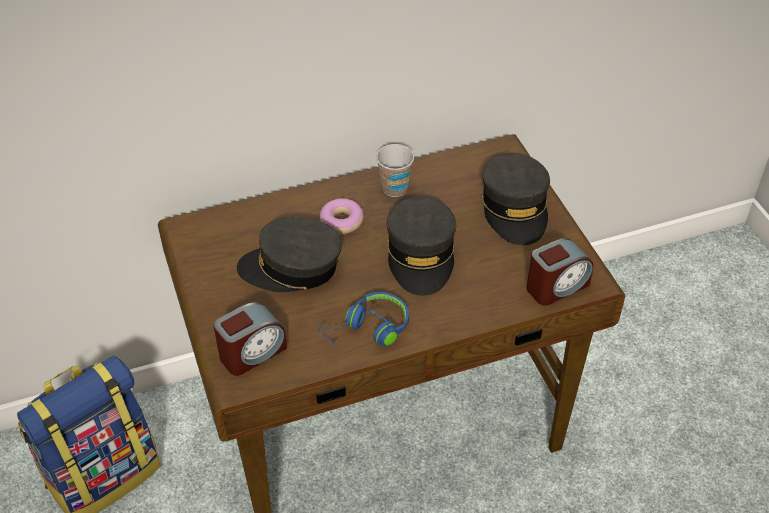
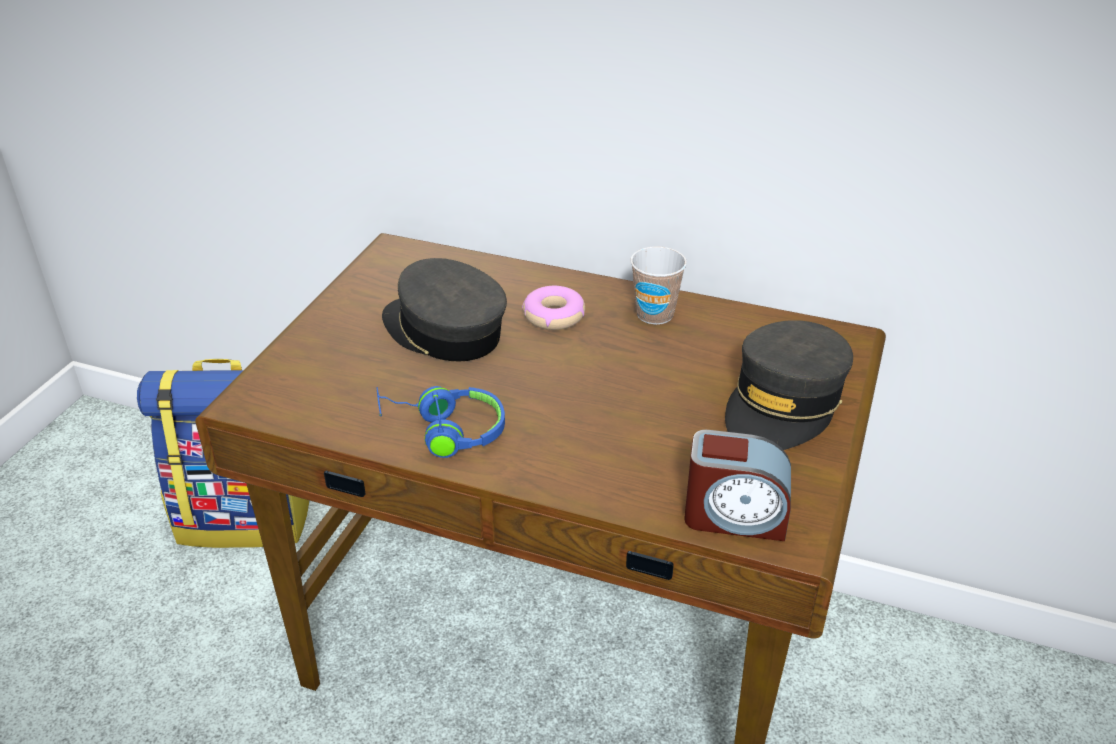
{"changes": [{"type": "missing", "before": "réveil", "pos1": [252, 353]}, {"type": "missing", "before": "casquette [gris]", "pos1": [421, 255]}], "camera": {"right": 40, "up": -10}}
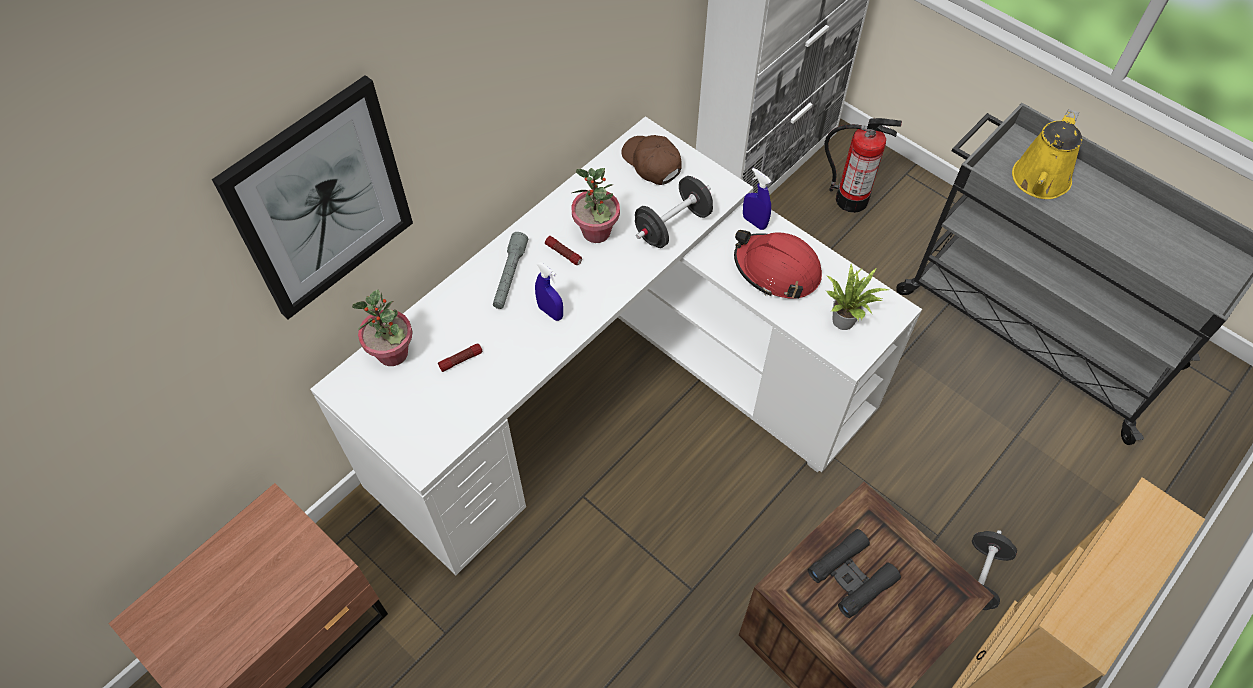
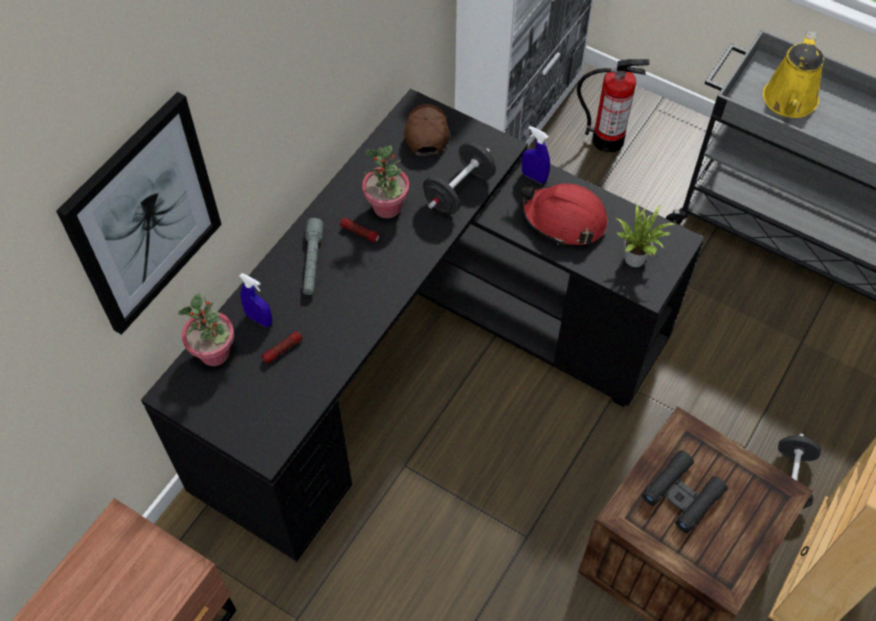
{"changes": [{"type": "colour", "before": "bureau [blanc]", "after": "bureau [noir]", "pos1": [617, 393], "pos2": [418, 361]}, {"type": "relocated", "before": "vaporisateur [bleu]", "pos1": [550, 312], "pos2": [259, 319]}, {"type": "spun", "before": "casquette [marron]", "pos1": [651, 163], "pos2": [426, 133], "turn": 45}], "camera": {"right": -10, "up": 0}}
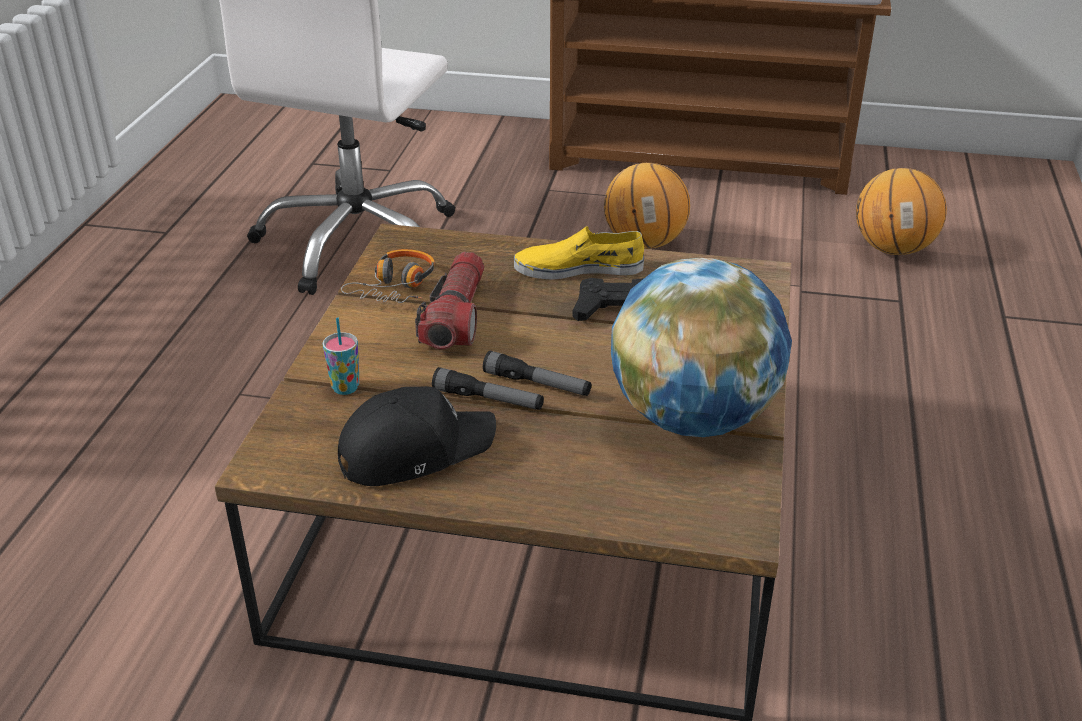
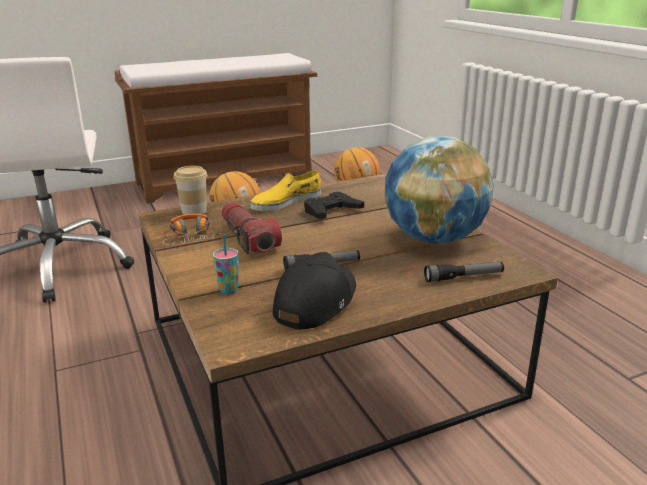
{"changes": [{"type": "appeared", "after": "tasse", "pos2": [194, 211]}, {"type": "relocated", "before": "lampe de poche", "pos1": [537, 384], "pos2": [463, 277]}], "camera": {"right": -35, "up": -10}}
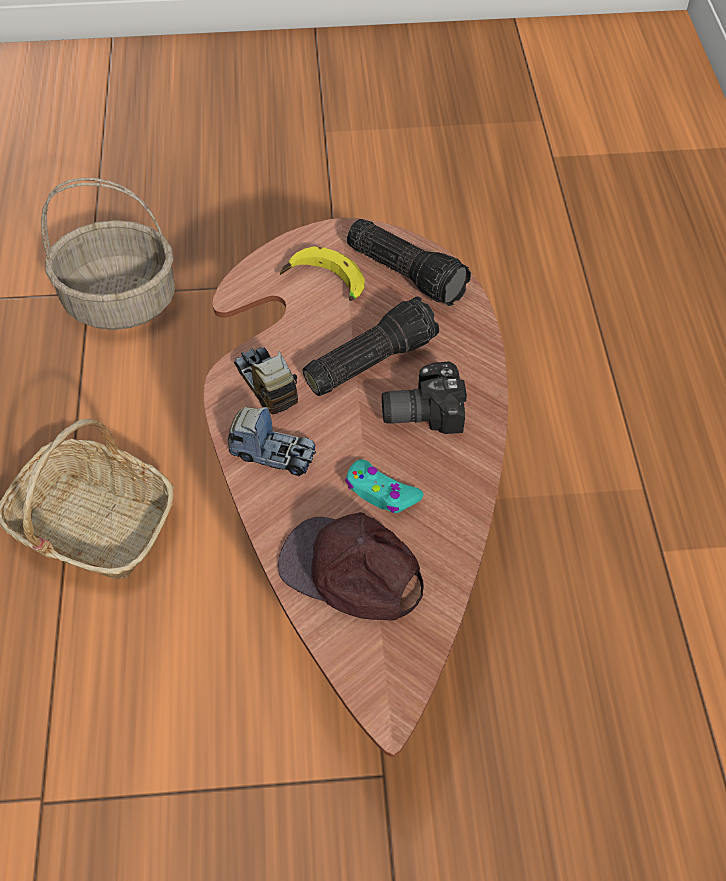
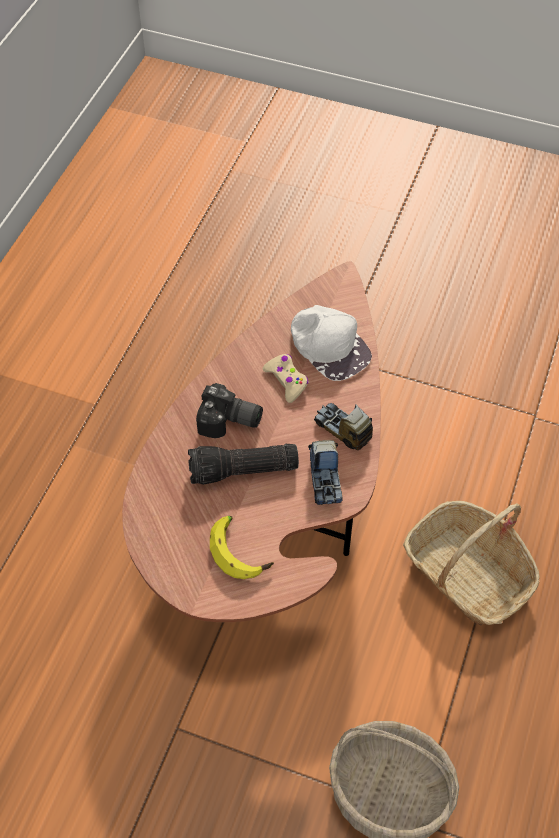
{"changes": [{"type": "colour", "before": "manette [turquoise]", "after": "manette [beige]", "pos1": [381, 493], "pos2": [286, 381]}, {"type": "colour", "before": "casquette [marron]", "after": "casquette [blanc]", "pos1": [351, 572], "pos2": [329, 345]}, {"type": "missing", "before": "lampe de poche", "pos1": [408, 272]}], "camera": {"right": -155, "up": 0}}
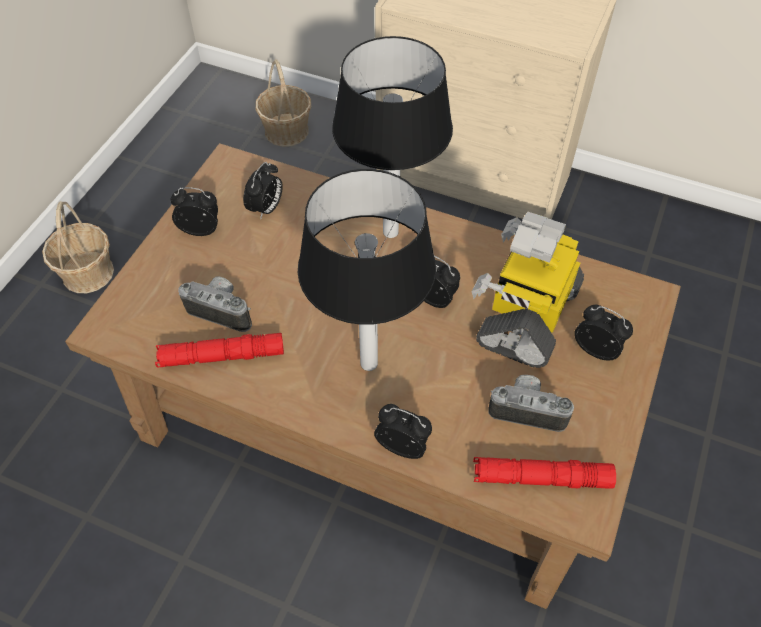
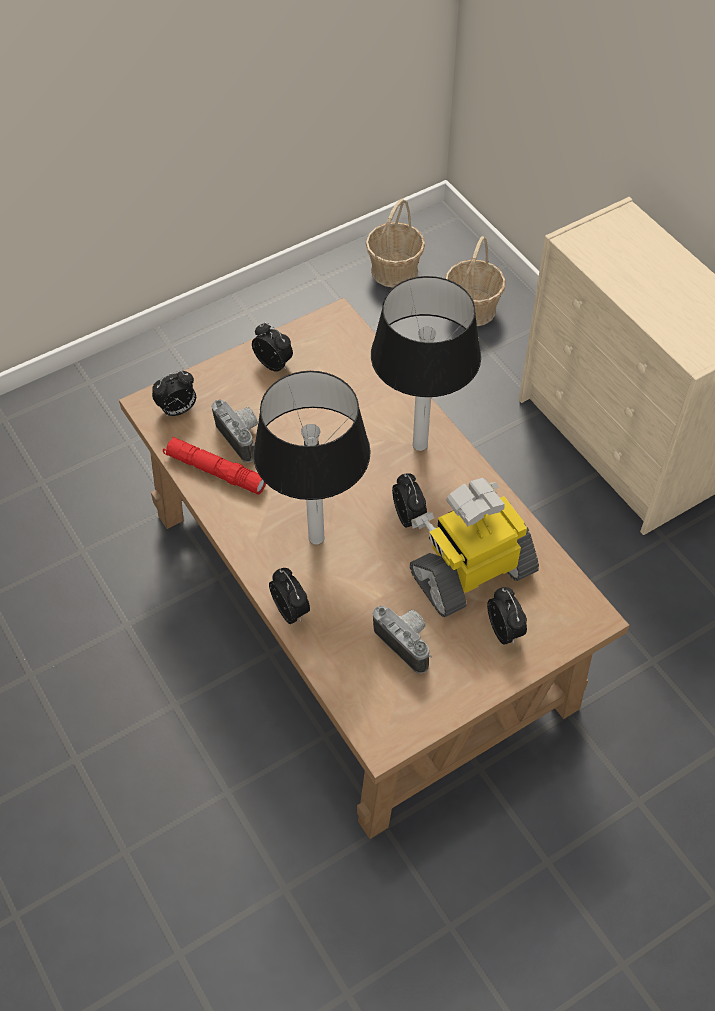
{"changes": [{"type": "relocated", "before": "réveil", "pos1": [266, 209], "pos2": [178, 410]}, {"type": "relocated", "before": "panier", "pos1": [88, 272], "pos2": [395, 270]}, {"type": "missing", "before": "lampe de poche [rouge]", "pos1": [541, 478]}], "camera": {"right": 35, "up": 0}}
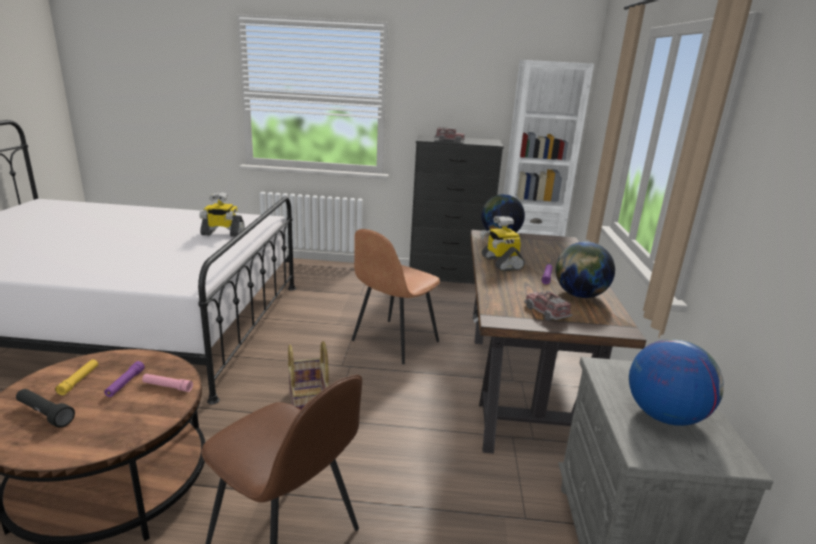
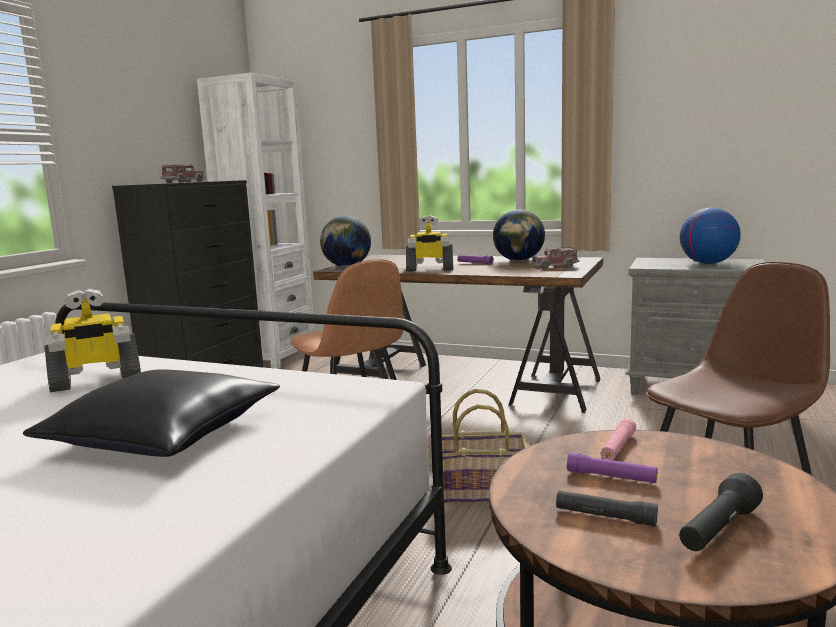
{"changes": [{"type": "appeared", "after": "coussin [noir]", "pos2": [161, 433]}, {"type": "spun", "before": "robot jouet", "pos1": [222, 233], "pos2": [96, 381], "turn": 45}, {"type": "colour", "before": "lampe de poche [jaune]", "after": "lampe de poche [noir]", "pos1": [79, 380], "pos2": [605, 516]}], "camera": {"right": -70, "up": -10}}
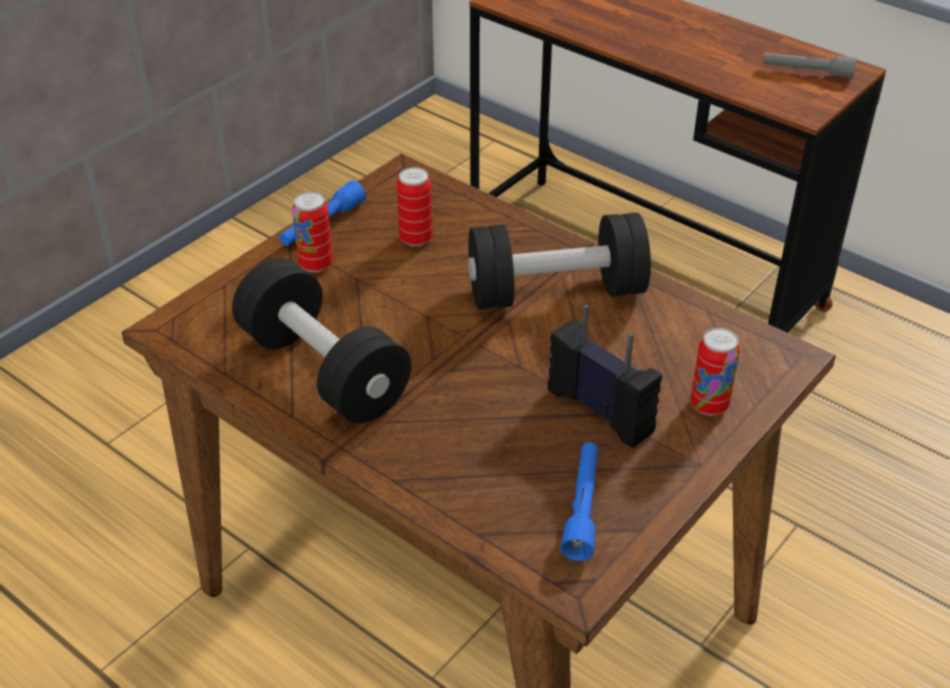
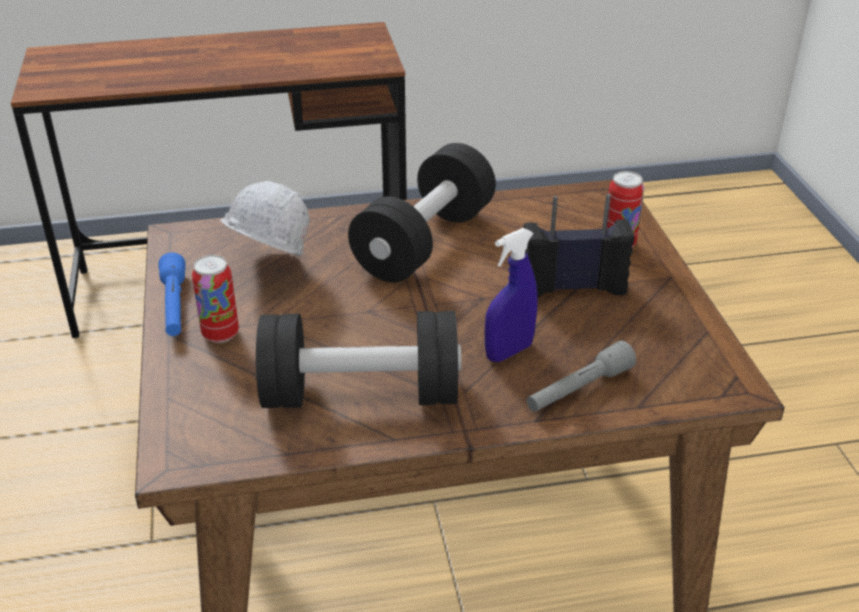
{"changes": [{"type": "exchanged", "before": "boîte métallique", "after": "casque de chantier [blanc]", "pos1": [416, 239], "pos2": [268, 270]}, {"type": "appeared", "after": "vaporisateur [bleu]", "pos2": [509, 352]}, {"type": "relocated", "before": "lampe de poche [gris]", "pos1": [807, 72], "pos2": [578, 390]}, {"type": "missing", "before": "lampe de poche [bleu]", "pos1": [582, 507]}], "camera": {"right": -50, "up": -5}}
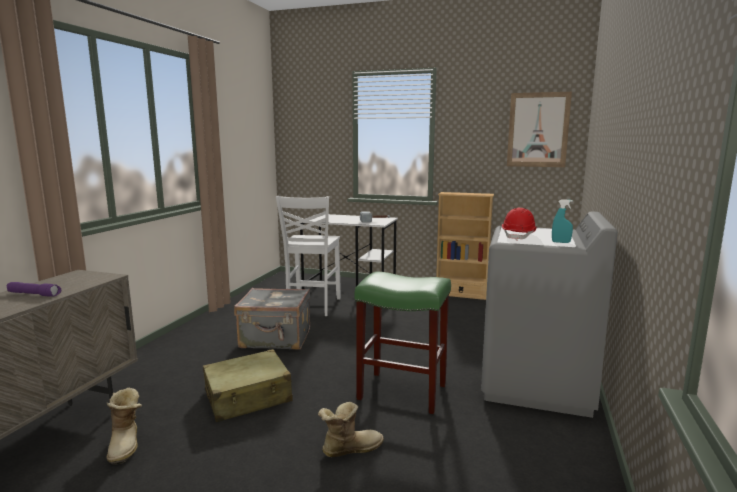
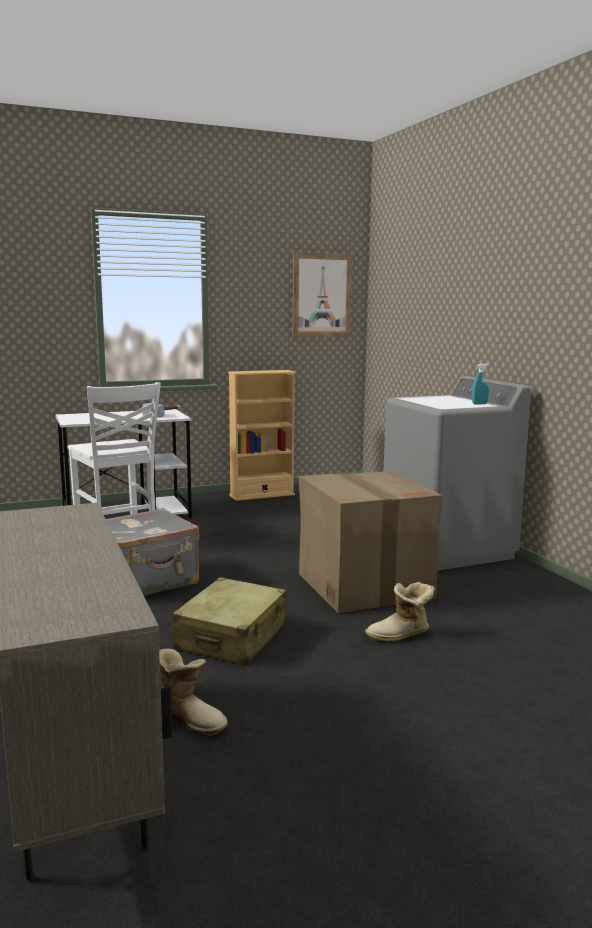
{"changes": [{"type": "exchanged", "before": "tabouret [vert]", "after": "carton", "pos1": [403, 392], "pos2": [364, 585]}, {"type": "spun", "before": "botte", "pos1": [350, 448], "pos2": [400, 636], "turn": -135}, {"type": "missing", "before": "lampe de poche [violet]", "pos1": [35, 294]}, {"type": "missing", "before": "casque de chantier [rouge]", "pos1": [519, 236]}], "camera": {"right": -40, "up": 0}}
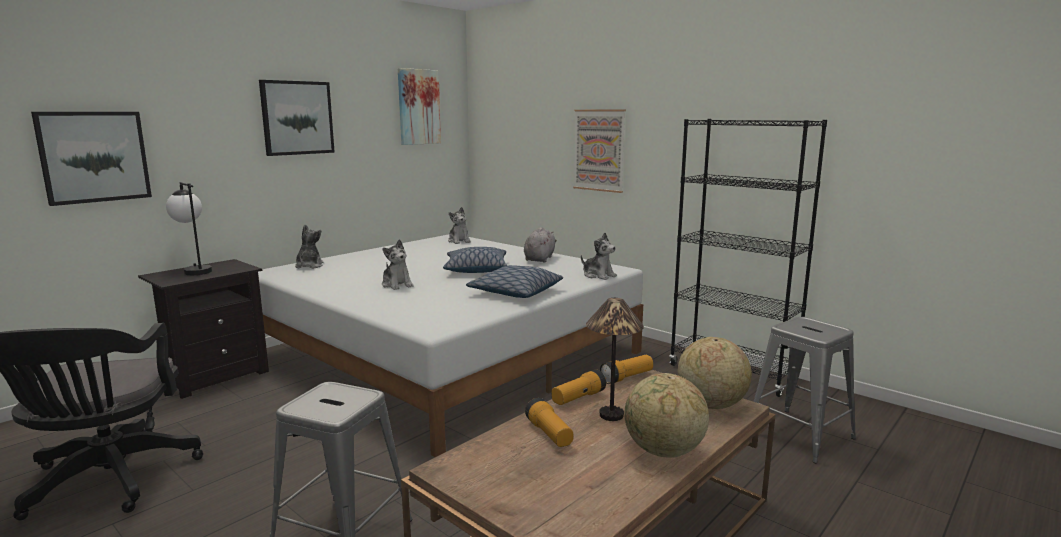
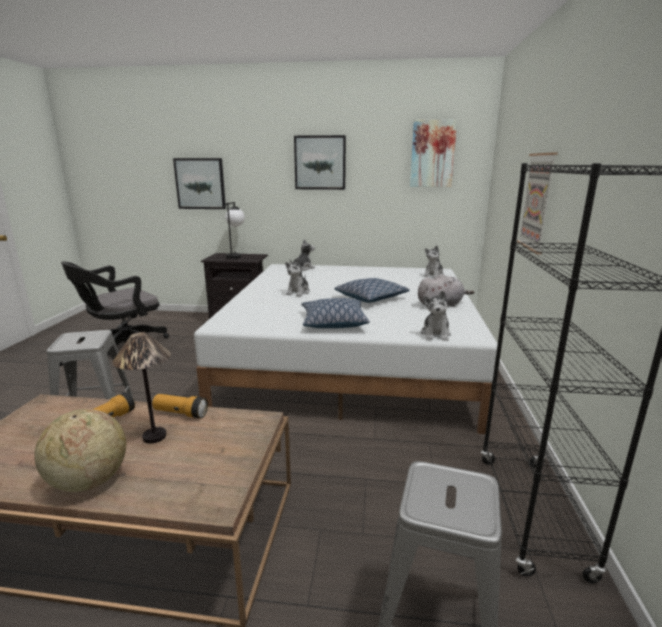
{"changes": [{"type": "missing", "before": "lampe de poche", "pos1": [627, 377]}, {"type": "missing", "before": "globe", "pos1": [711, 404]}], "camera": {"right": 55, "up": 5}}
